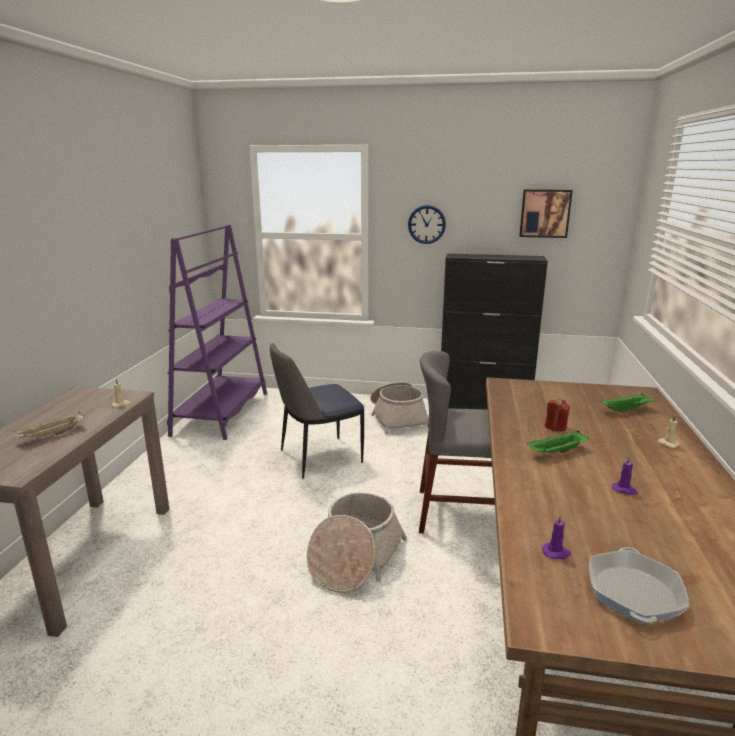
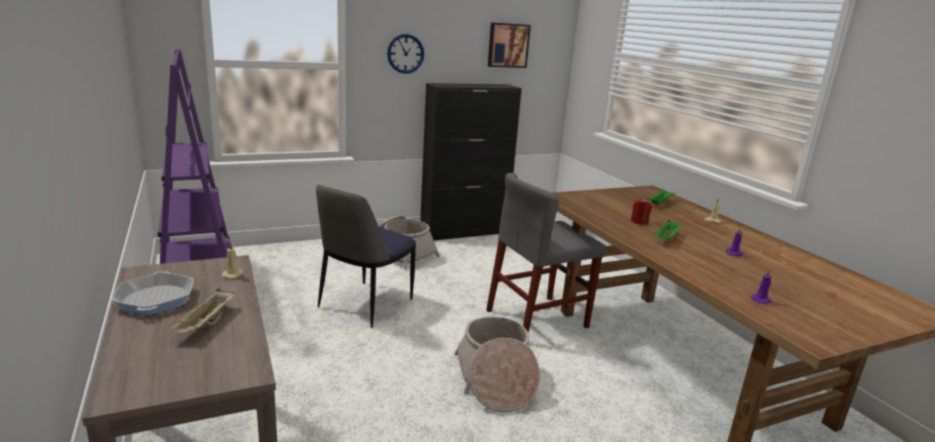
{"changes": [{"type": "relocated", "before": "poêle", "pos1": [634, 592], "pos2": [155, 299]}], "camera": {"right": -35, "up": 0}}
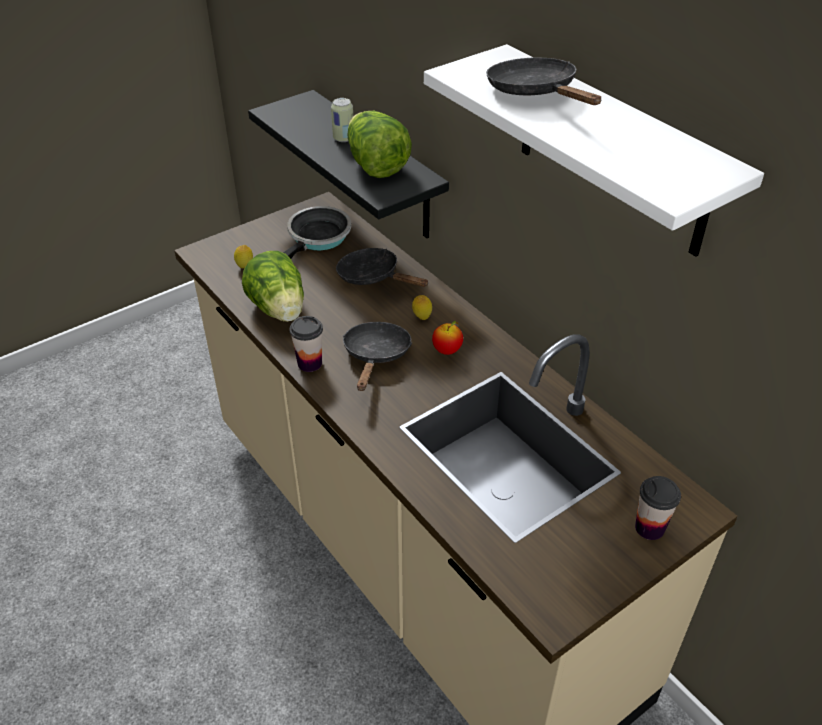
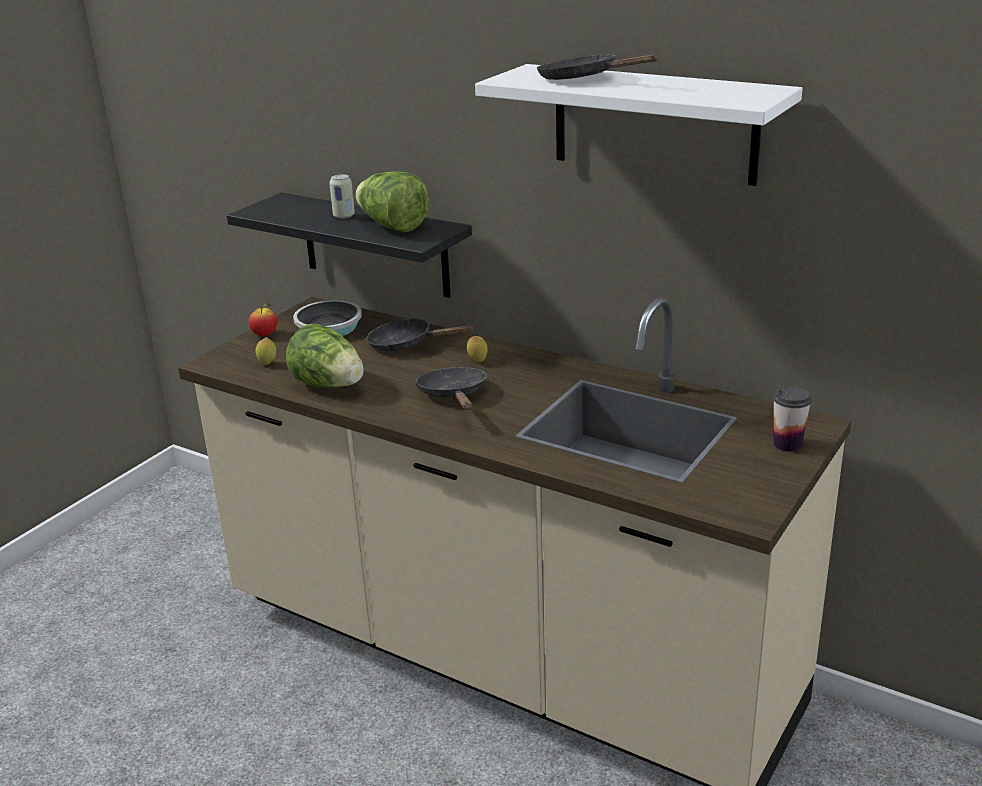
{"changes": [{"type": "relocated", "before": "pomme", "pos1": [447, 350], "pos2": [265, 335]}, {"type": "missing", "before": "tasse", "pos1": [309, 363]}], "camera": {"right": -20, "up": -15}}
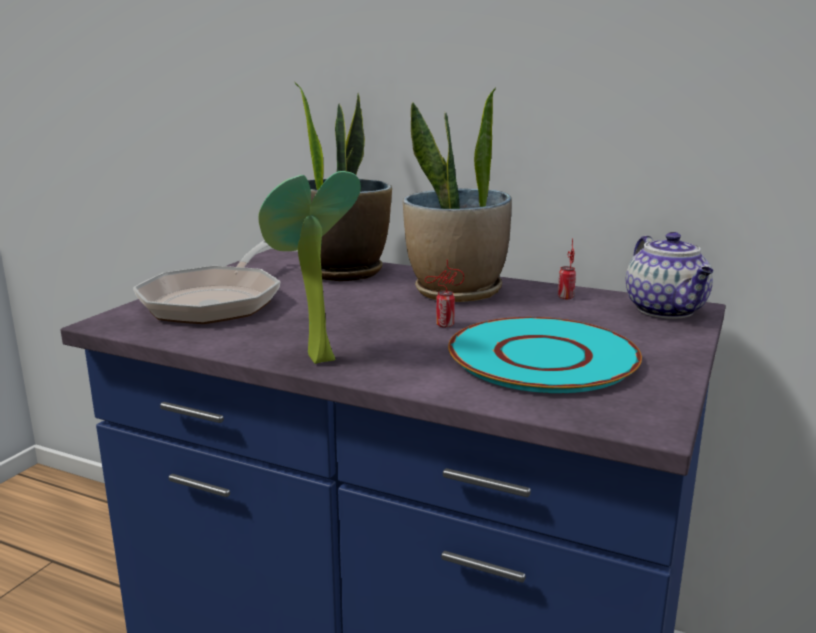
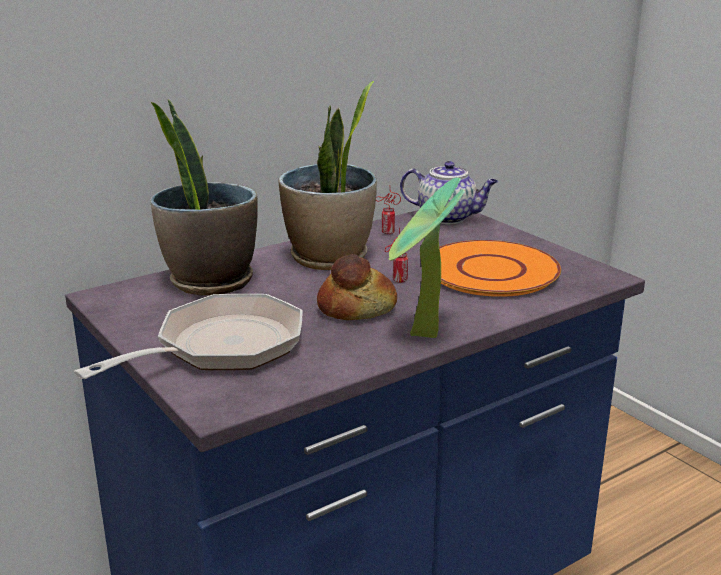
{"changes": [{"type": "spun", "before": "poêle", "pos1": [216, 301], "pos2": [221, 348], "turn": -90}, {"type": "appeared", "after": "pain", "pos2": [357, 308]}, {"type": "colour", "before": "assiette [turquoise]", "after": "assiette [orange]", "pos1": [544, 357], "pos2": [491, 270]}], "camera": {"right": -60, "up": 5}}
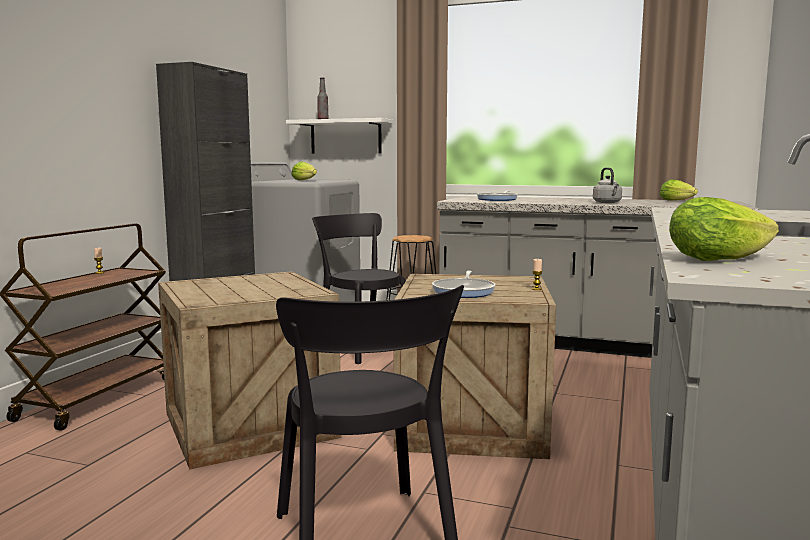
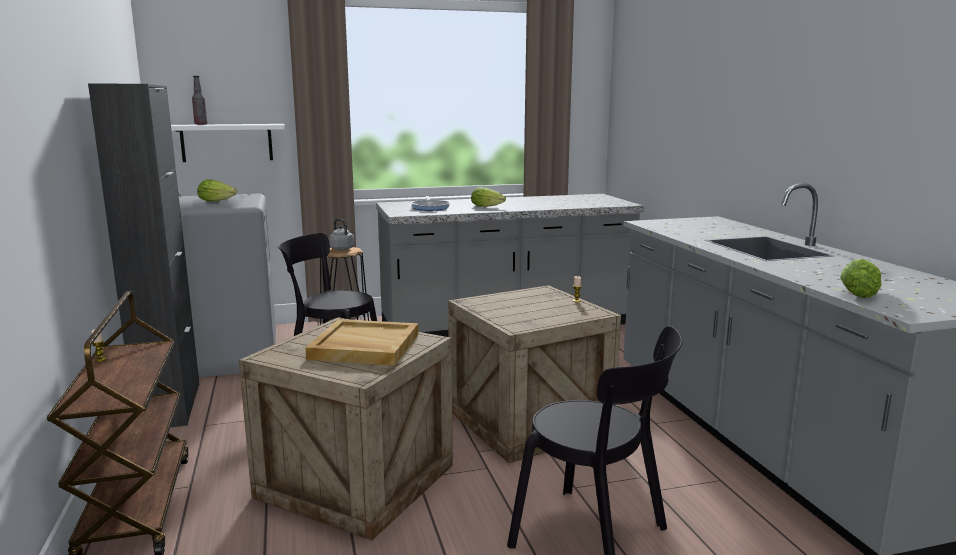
{"changes": [{"type": "appeared", "after": "plateau [beige]", "pos2": [364, 346]}, {"type": "relocated", "before": "bouilloire [gris]", "pos1": [607, 202], "pos2": [343, 249]}, {"type": "relocated", "before": "laitue", "pos1": [678, 200], "pos2": [488, 206]}, {"type": "missing", "before": "poêle", "pos1": [464, 291]}], "camera": {"right": -35, "up": 5}}
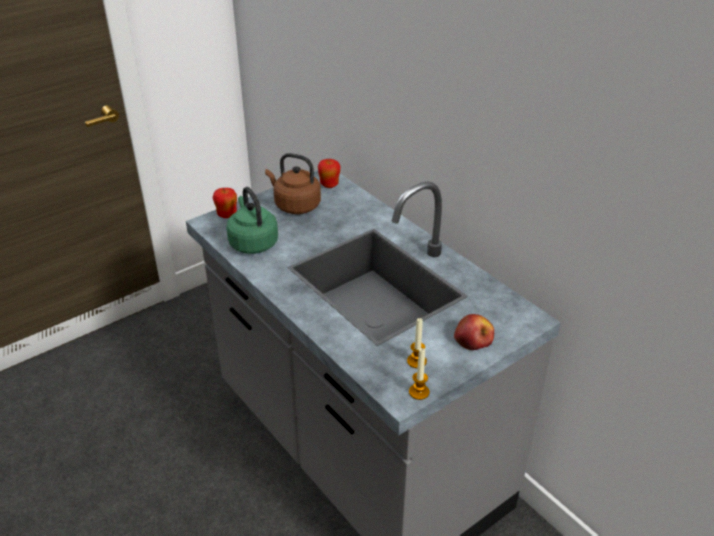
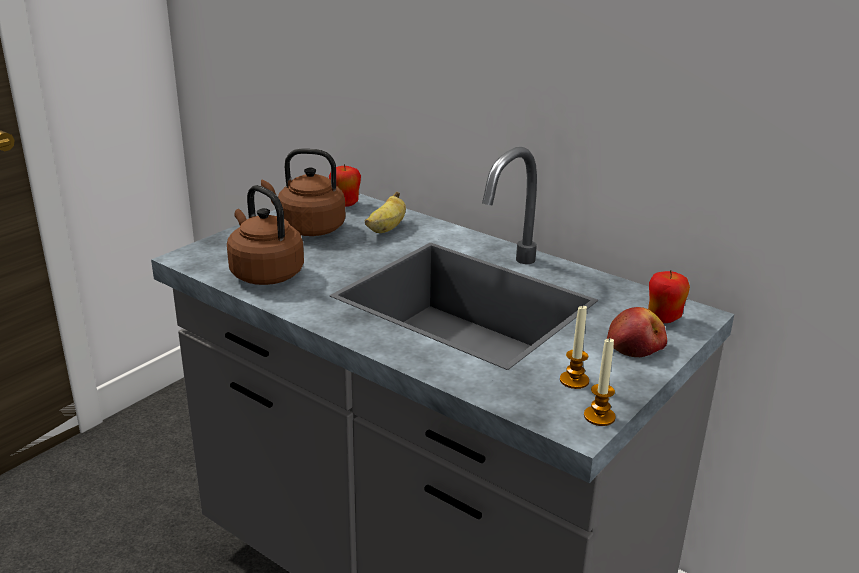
{"changes": [{"type": "colour", "before": "bouilloire [vert]", "after": "bouilloire [marron]", "pos1": [252, 242], "pos2": [264, 273]}, {"type": "appeared", "after": "banane", "pos2": [386, 229]}, {"type": "relocated", "before": "pomme", "pos1": [227, 215], "pos2": [663, 318]}], "camera": {"right": -15, "up": -10}}
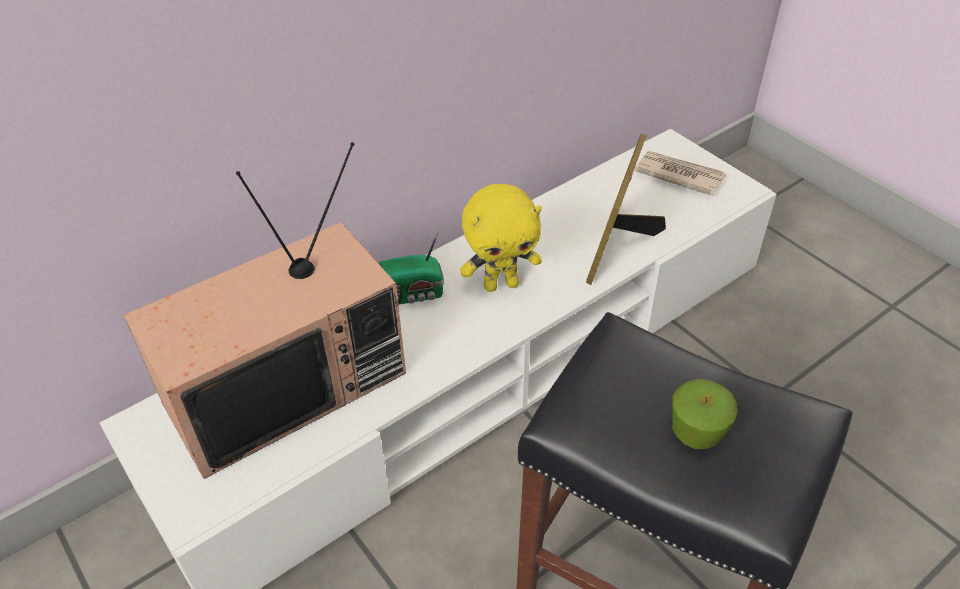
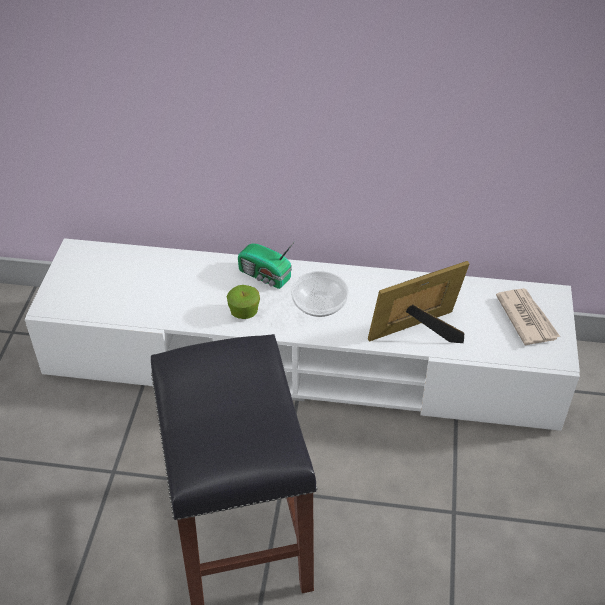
{"changes": [{"type": "relocated", "before": "pomme", "pos1": [697, 431], "pos2": [244, 312]}, {"type": "exchanged", "before": "peluche [jaune]", "after": "bol", "pos1": [501, 284], "pos2": [320, 305]}, {"type": "missing", "before": "téléviseur", "pos1": [287, 384]}], "camera": {"right": 45, "up": 0}}
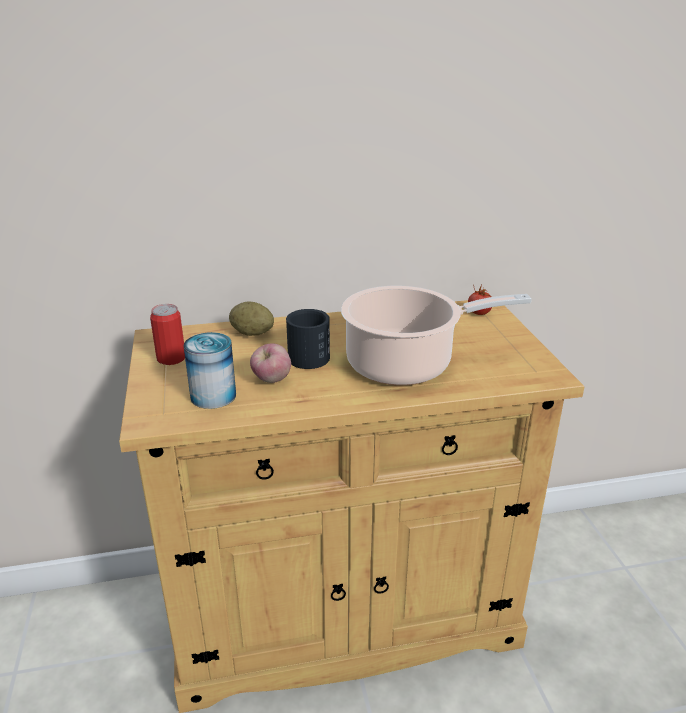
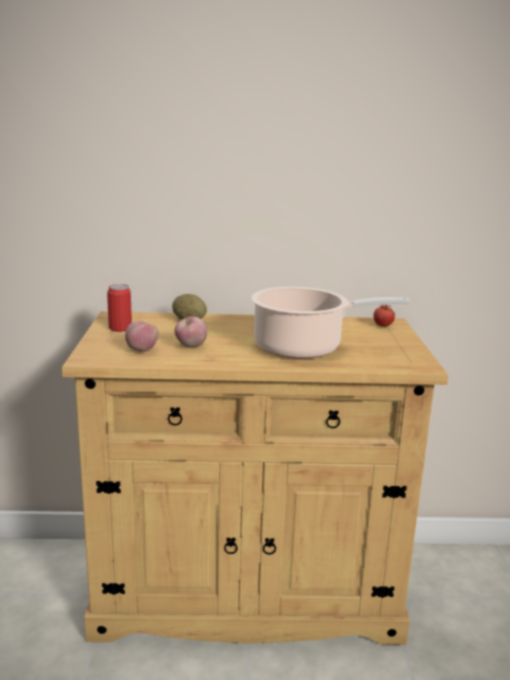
{"changes": [{"type": "exchanged", "before": "boîte métallique", "after": "pomme", "pos1": [213, 396], "pos2": [142, 350]}, {"type": "missing", "before": "mug [noir]", "pos1": [310, 354]}], "camera": {"right": 10, "up": -10}}
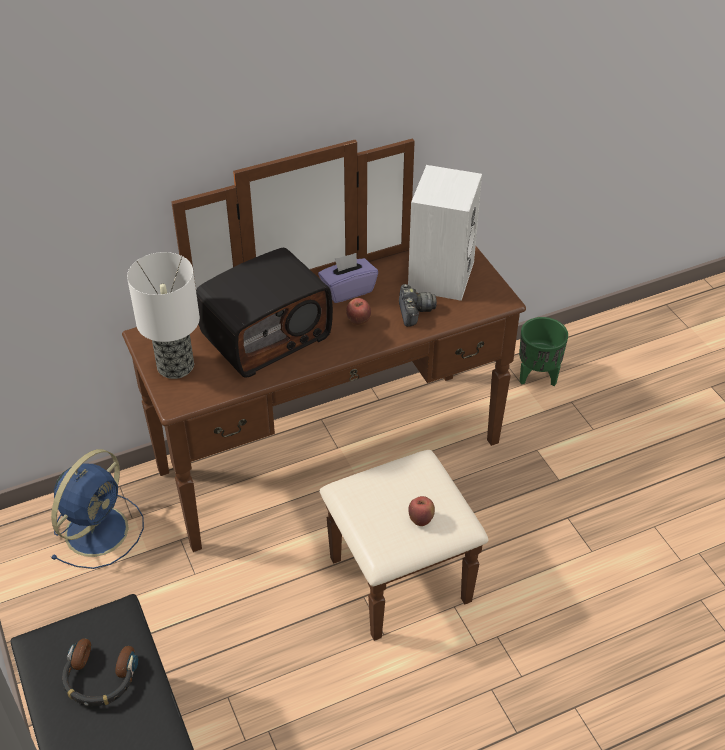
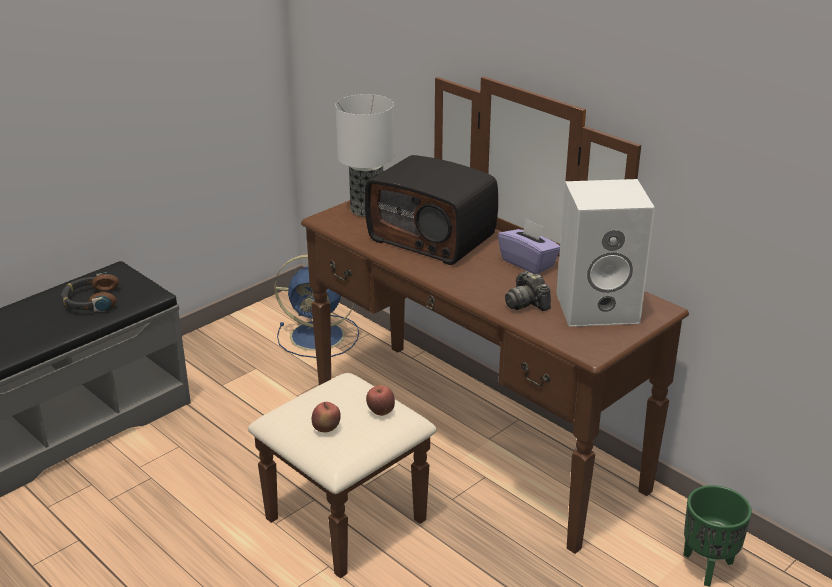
{"changes": [{"type": "relocated", "before": "pomme", "pos1": [358, 321], "pos2": [380, 412]}, {"type": "spun", "before": "appareil photo", "pos1": [414, 312], "pos2": [526, 303], "turn": 90}], "camera": {"right": 70, "up": -15}}
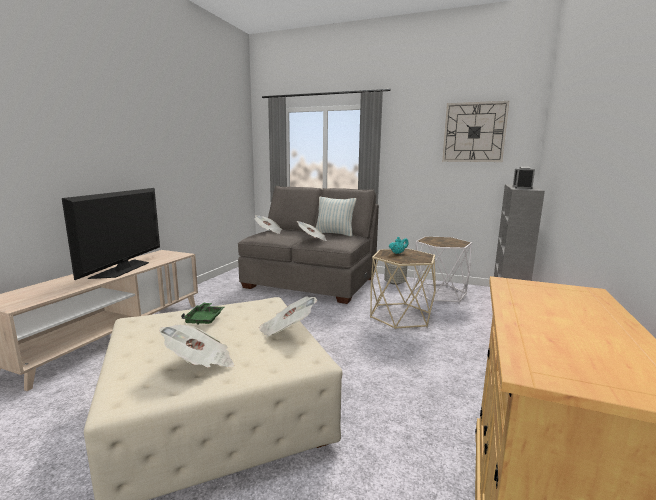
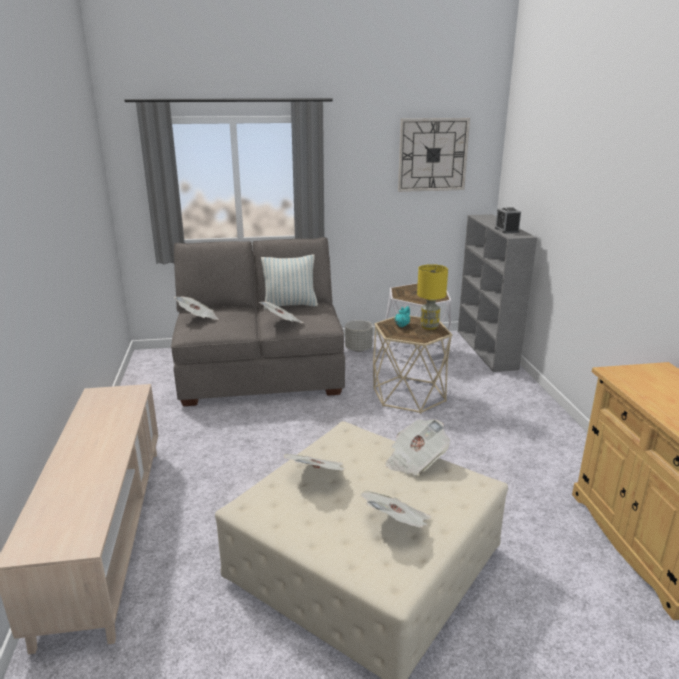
{"changes": [{"type": "exchanged", "before": "plateau [vert]", "after": "journal", "pos1": [204, 319], "pos2": [318, 476]}, {"type": "appeared", "after": "lampe de table [jaune]", "pos2": [429, 326]}, {"type": "missing", "before": "téléviseur", "pos1": [123, 269]}], "camera": {"right": -30, "up": 10}}
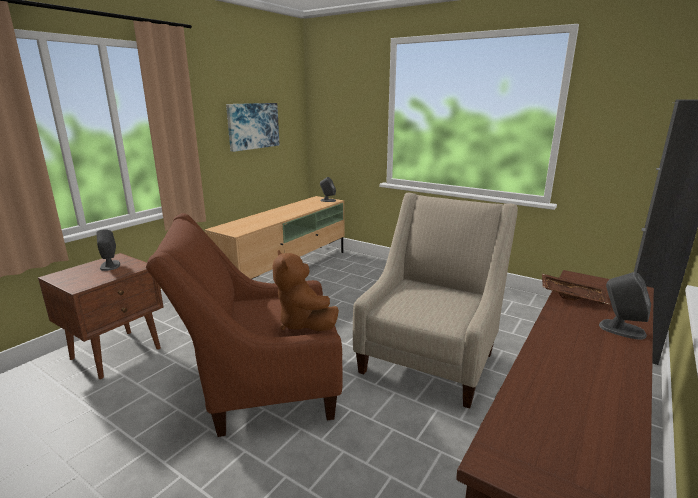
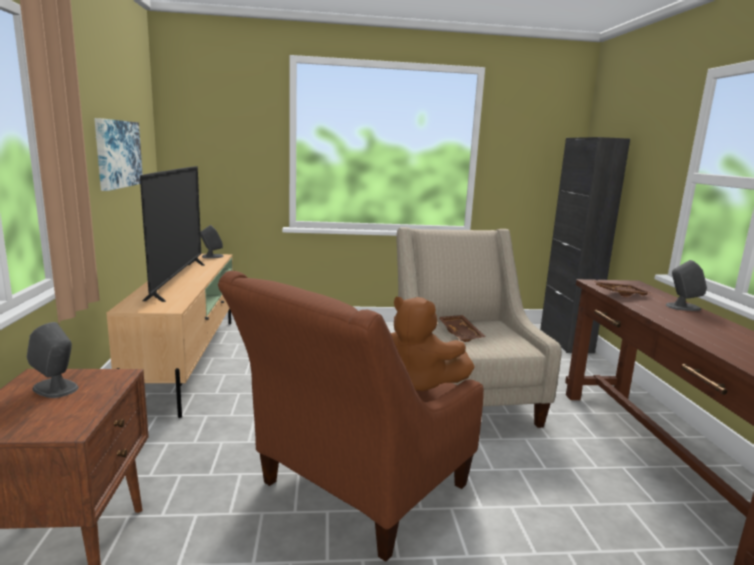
{"changes": [{"type": "appeared", "after": "téléviseur", "pos2": [177, 280]}, {"type": "appeared", "after": "plateau [marron]", "pos2": [461, 333]}], "camera": {"right": -40, "up": -5}}
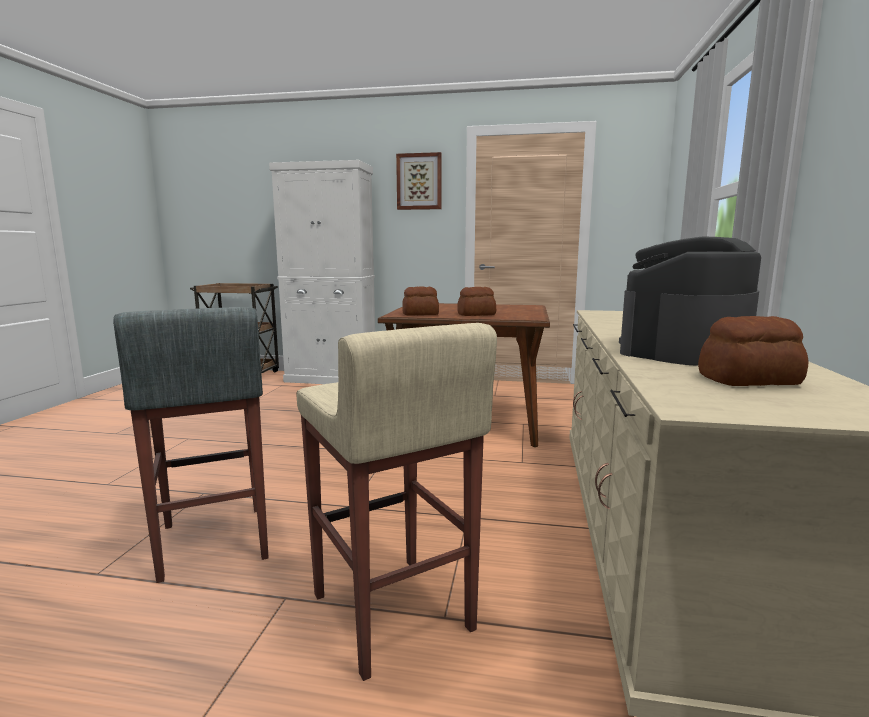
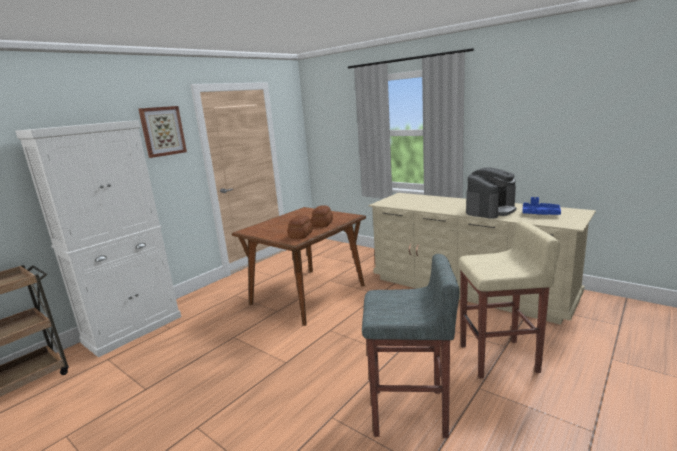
{"changes": [{"type": "spun", "before": "machine à café", "pos1": [684, 350], "pos2": [490, 210], "turn": -120}, {"type": "exchanged", "before": "pain", "after": "plateau [bleu]", "pos1": [750, 380], "pos2": [540, 213]}], "camera": {"right": -60, "up": 5}}
